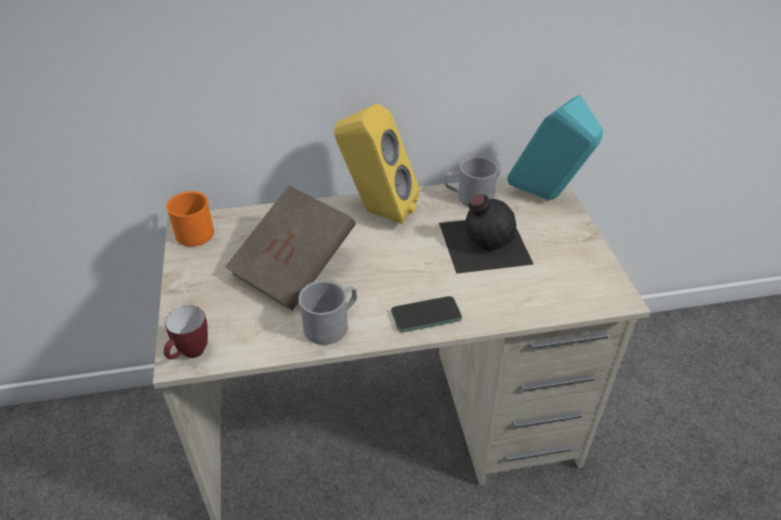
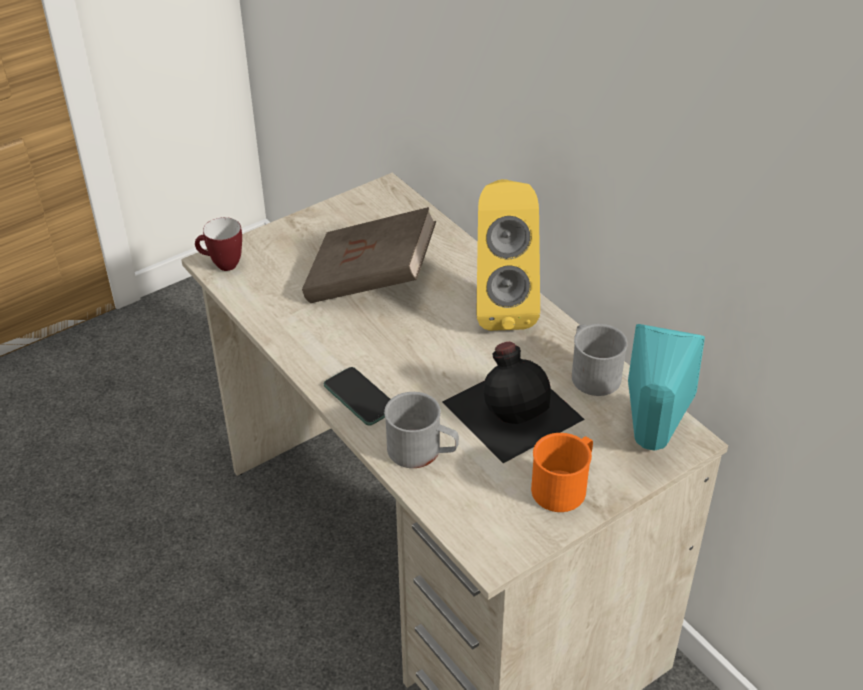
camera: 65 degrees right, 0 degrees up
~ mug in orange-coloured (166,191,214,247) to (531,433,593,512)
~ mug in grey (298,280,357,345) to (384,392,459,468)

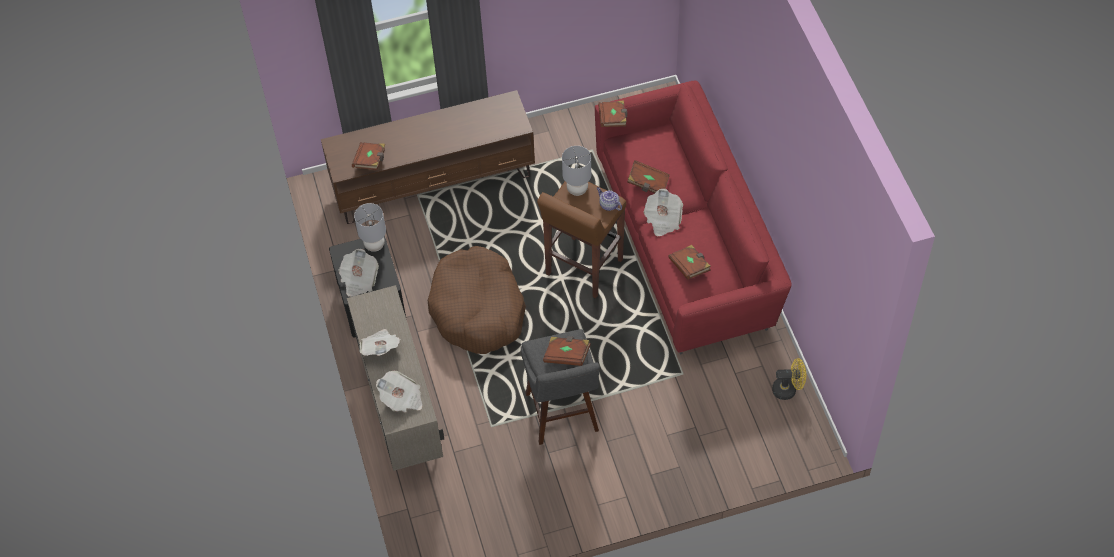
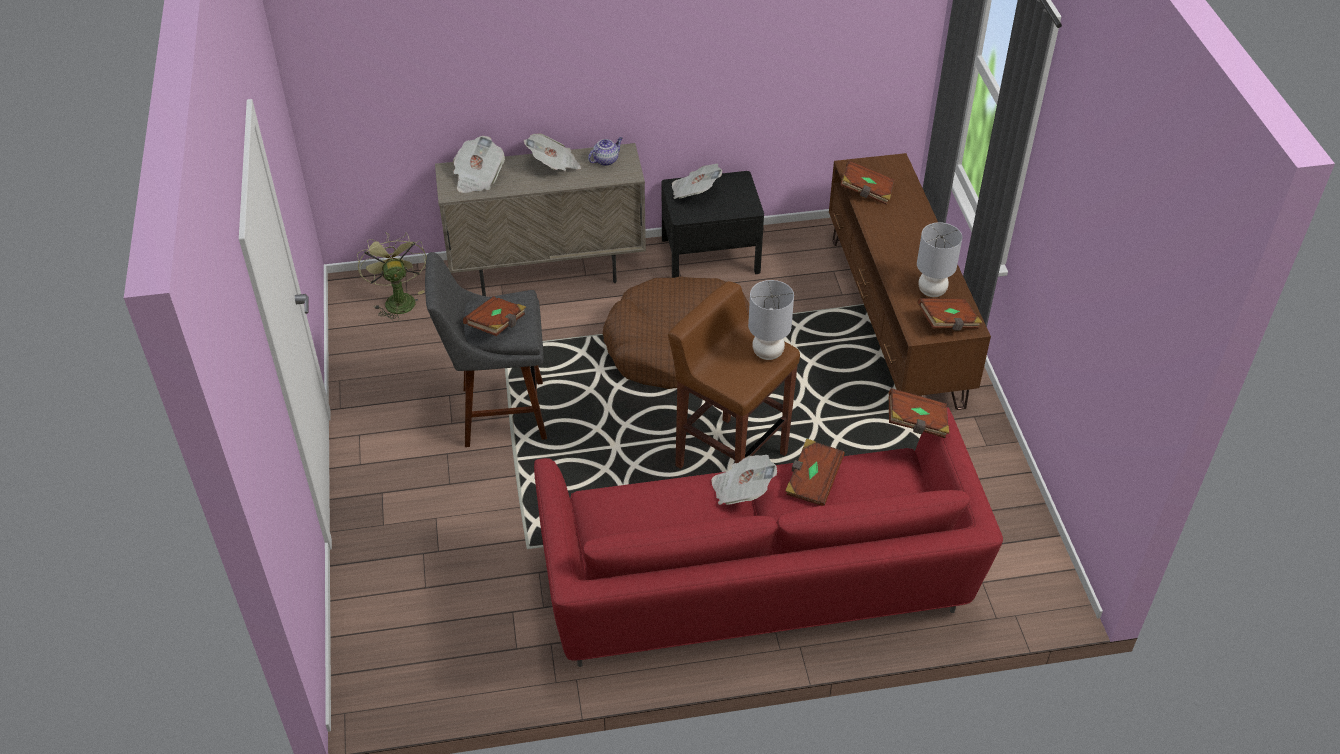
camera: 95 degrees right, 10 degrees down
~ table lamp in grey (354,203,386,252) to (917,222,962,297)
~ pot for tea (597,187,622,211) to (588,137,623,166)
~ book in brown (668,245,711,280) to (917,298,982,331)
- electric fan in yellow-coloured (772,358,806,400)
+ electric fan in green (357,233,427,322)

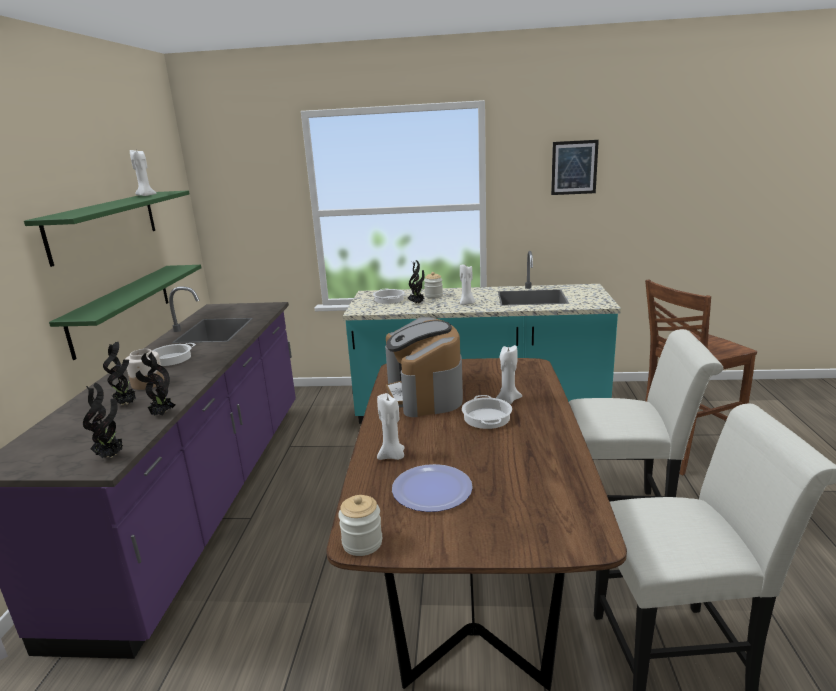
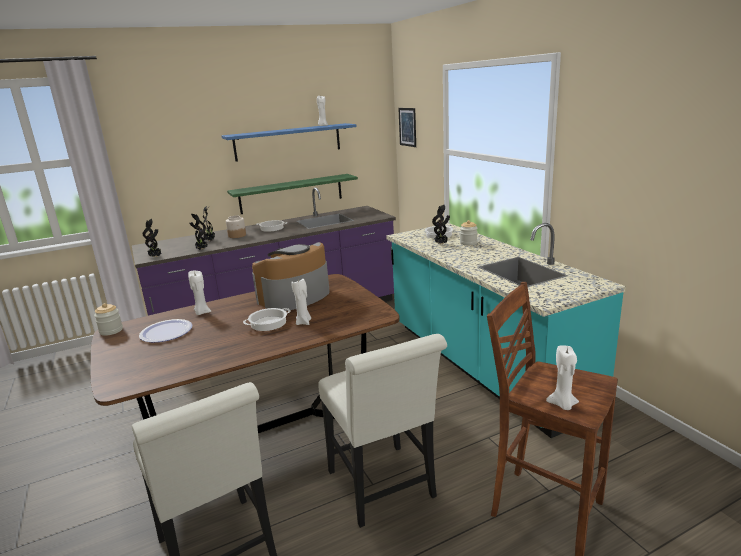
camera: 60 degrees right, 0 degrees up
~ shelf in green (24,190,189,267) to shelf in blue-coloured (222,123,357,162)
~ wax light in white (460,264,475,305) to (546,345,579,410)
~ wall art (551,140,599,195) to (398,108,416,147)

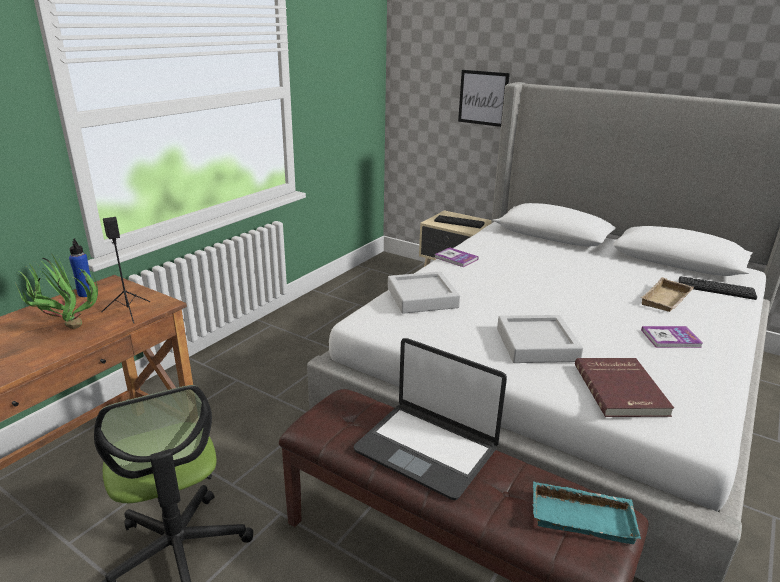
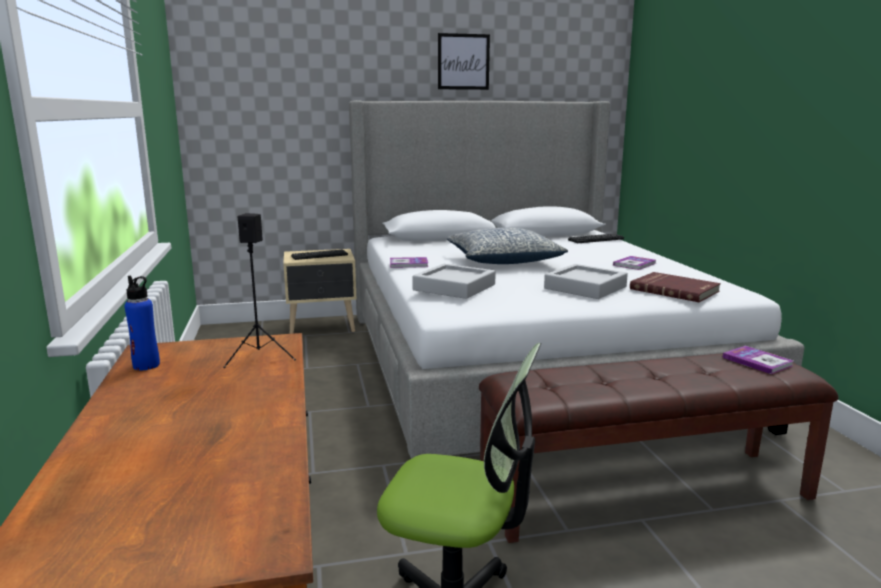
camera: 45 degrees left, 10 degrees down
- houseplant (16,255,98,329)
- laptop (353,338,507,500)
~ wall art (458,70,510,127) to (438,33,490,90)
~ carrying tray in turquoise-coloured (533,481,641,544) to book (723,346,793,374)
- carrying tray in beige-coloured (640,277,694,312)
+ cushion (447,227,568,264)

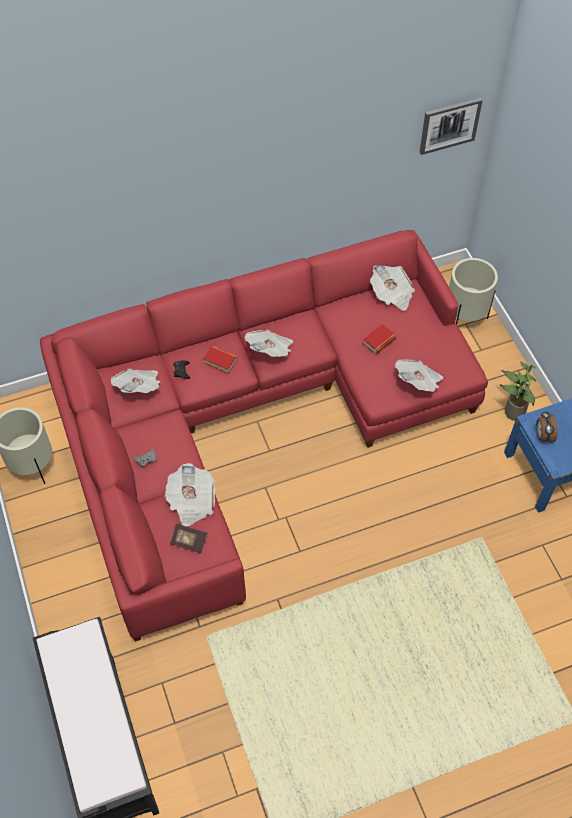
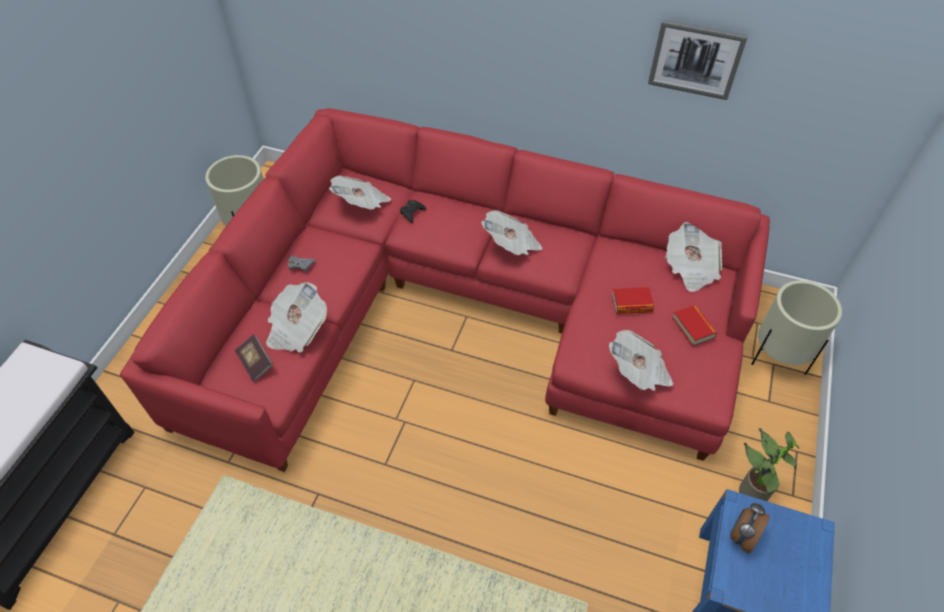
camera: 40 degrees right, 5 degrees down
~ book (203,346,237,374) to (672,305,717,346)
~ wall art (420,98,483,155) to (648,19,748,100)

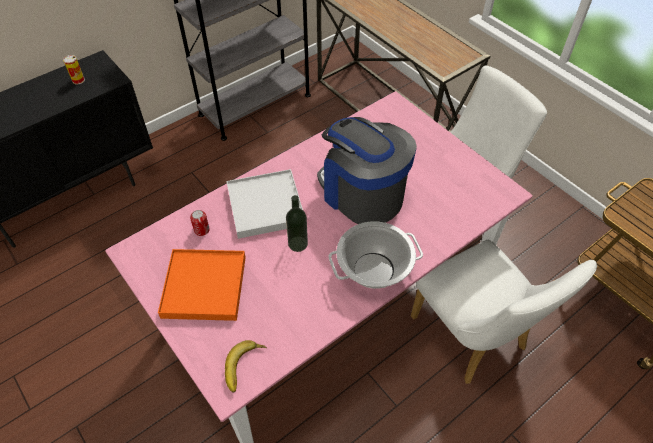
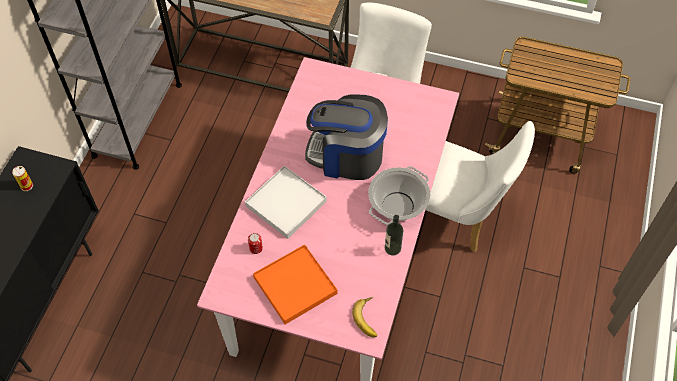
camera: 35 degrees left, 5 degrees up
~ beverage bottle (286,195,308,252) to (385,215,403,256)

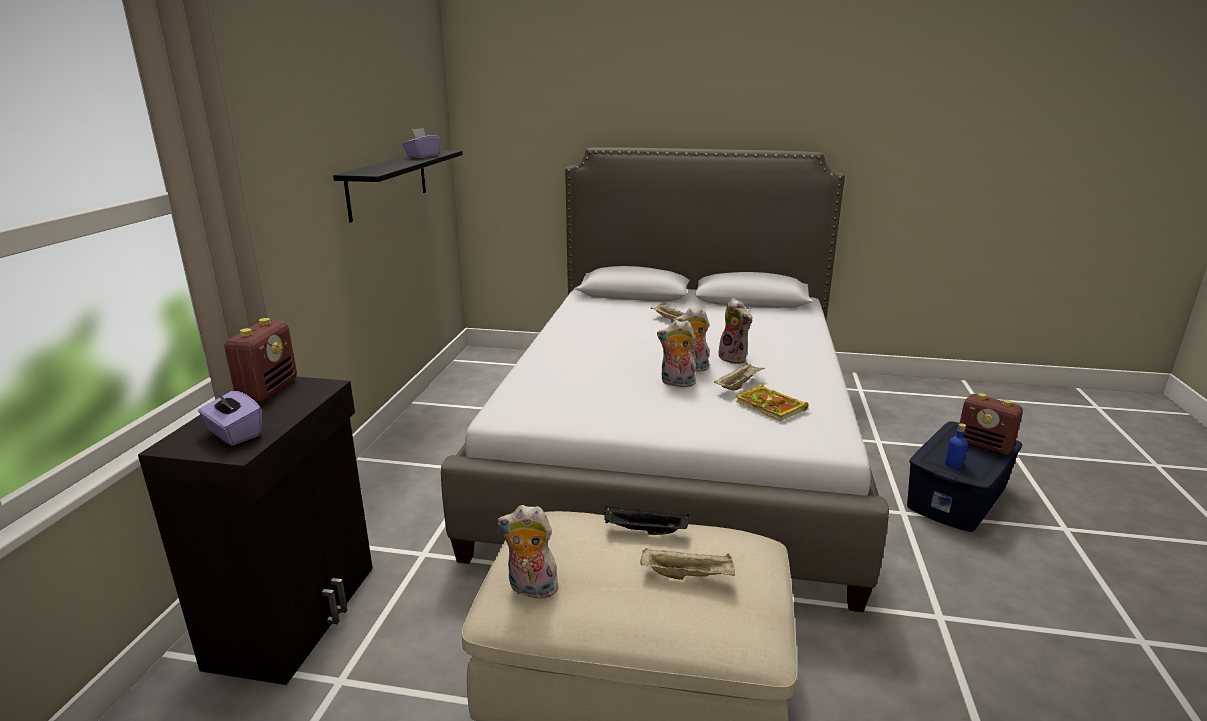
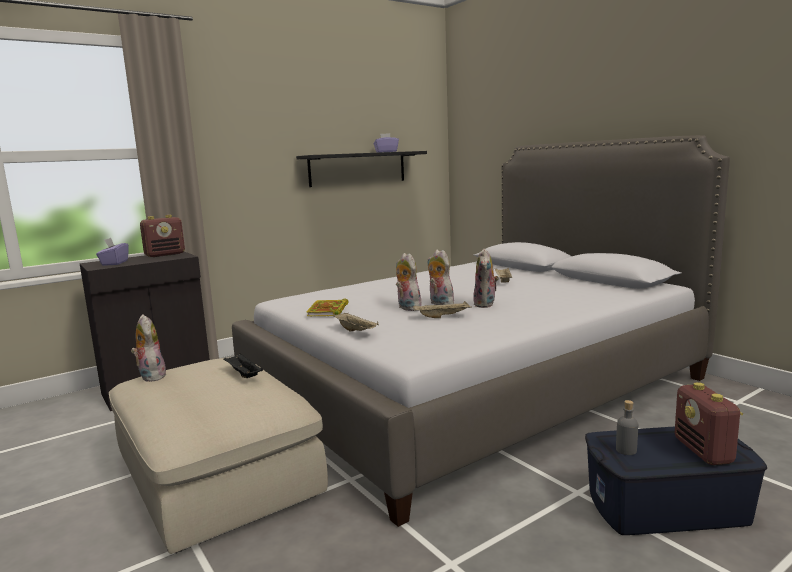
camera: 45 degrees right, 10 degrees down
~ carrying tray in beige-coloured (640,548,735,580) to (333,313,379,332)
~ book (735,384,809,421) to (307,299,348,316)
~ beverage bottle in blue-coloured (945,423,968,469) to beverage bottle in grey (616,400,638,455)

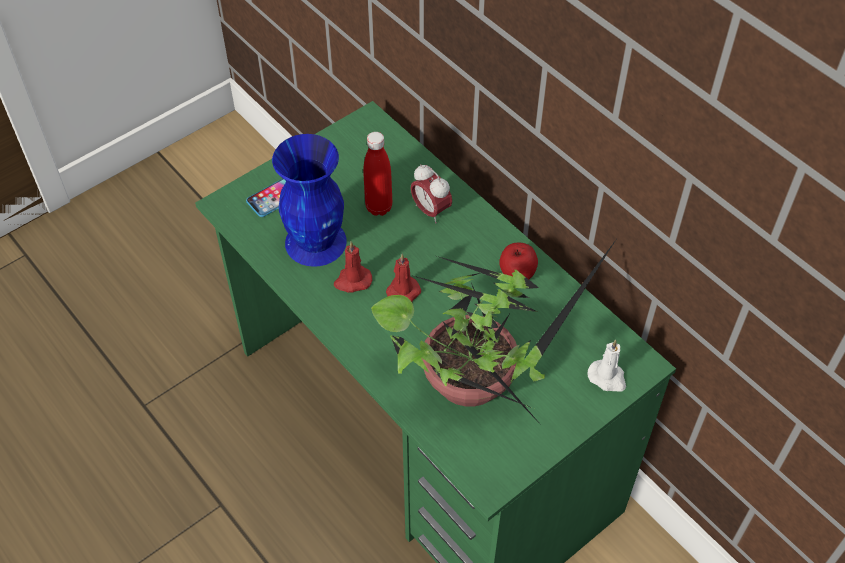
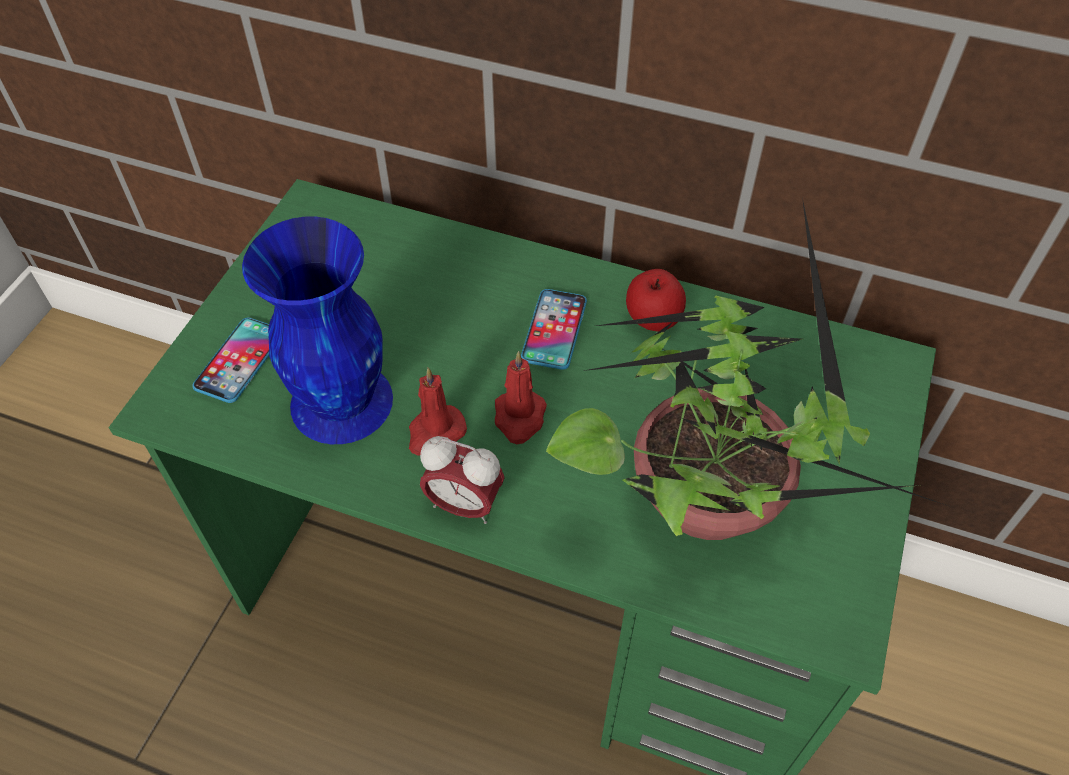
camera: 30 degrees left, 0 degrees up
- beverage bottle in red (363,132,392,216)
~ bedside clock (411,164,452,223) to (420,436,505,524)
- wax light in white (588,340,626,392)
+ phone (521,289,587,370)

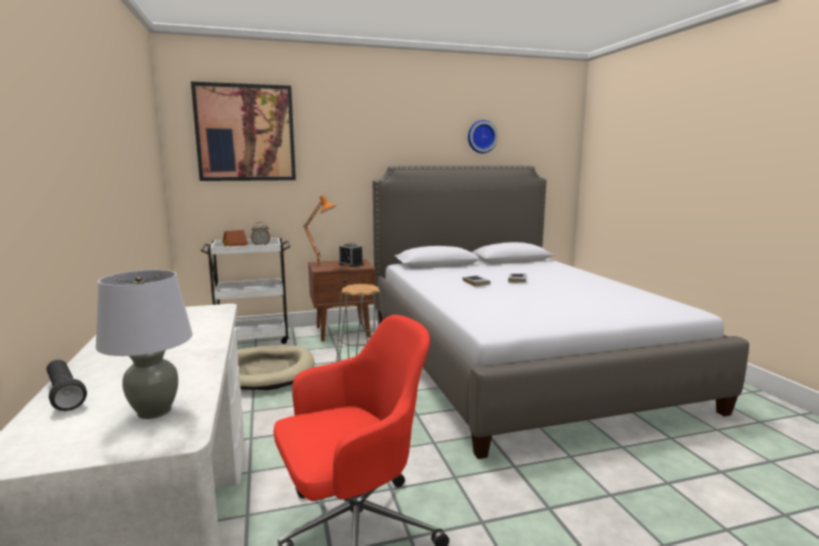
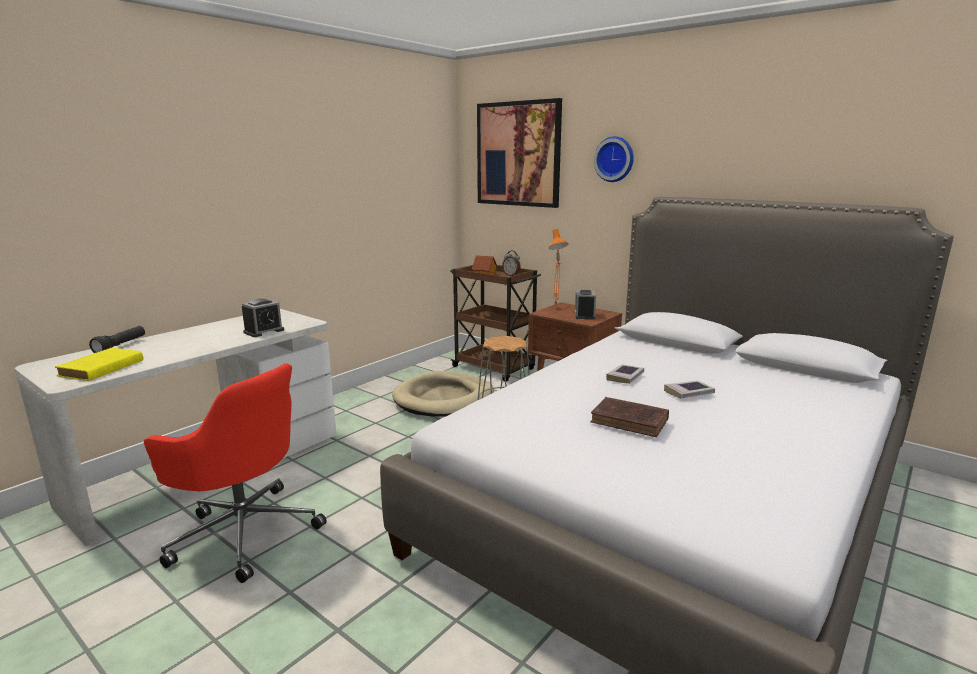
camera: 55 degrees right, 5 degrees up
~ table lamp in grey (96,270,192,419) to book in yellow-coloured (55,348,144,381)
~ wheeled cart in white (200,238,290,344) to wheeled cart in brown (450,265,541,382)
~ clock on the wall (468,120,498,153) to (594,136,634,182)
+ bedside clock (242,299,284,337)
+ book in brown (590,397,669,437)

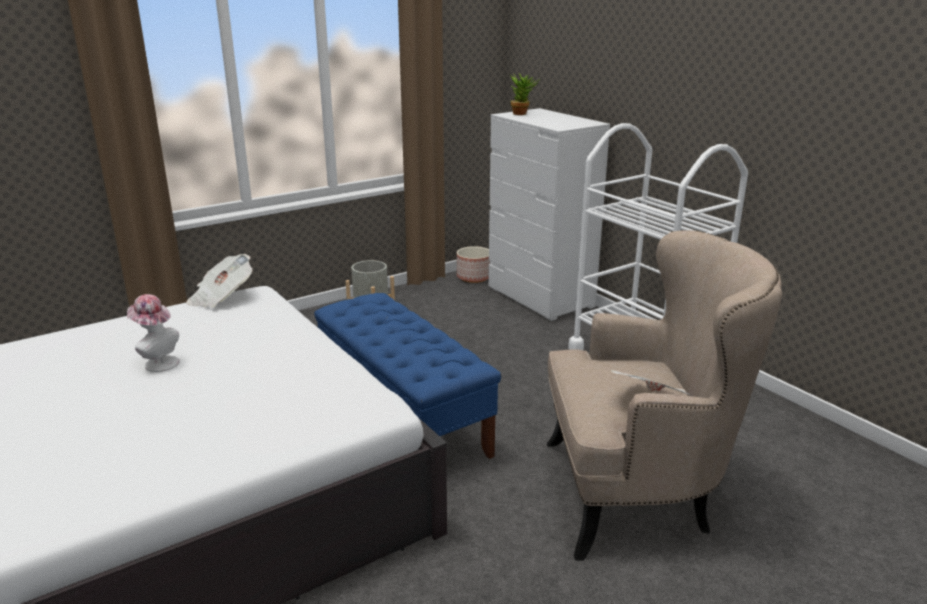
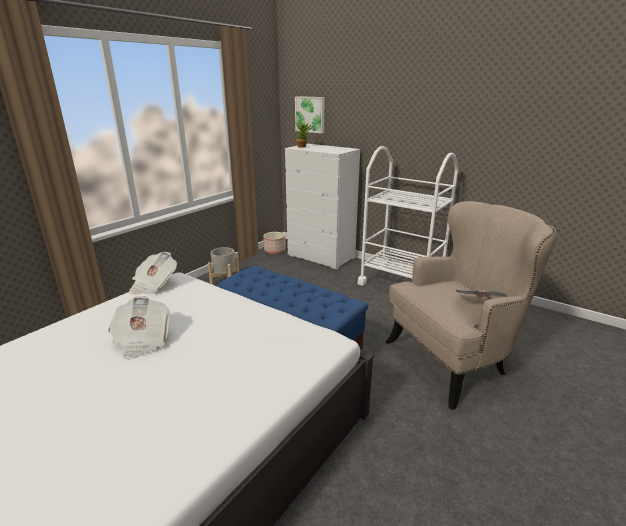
camera: 20 degrees left, 0 degrees up
~ hat (127,294,180,372) to newspaper (108,296,170,360)
+ wall art (295,96,324,133)

